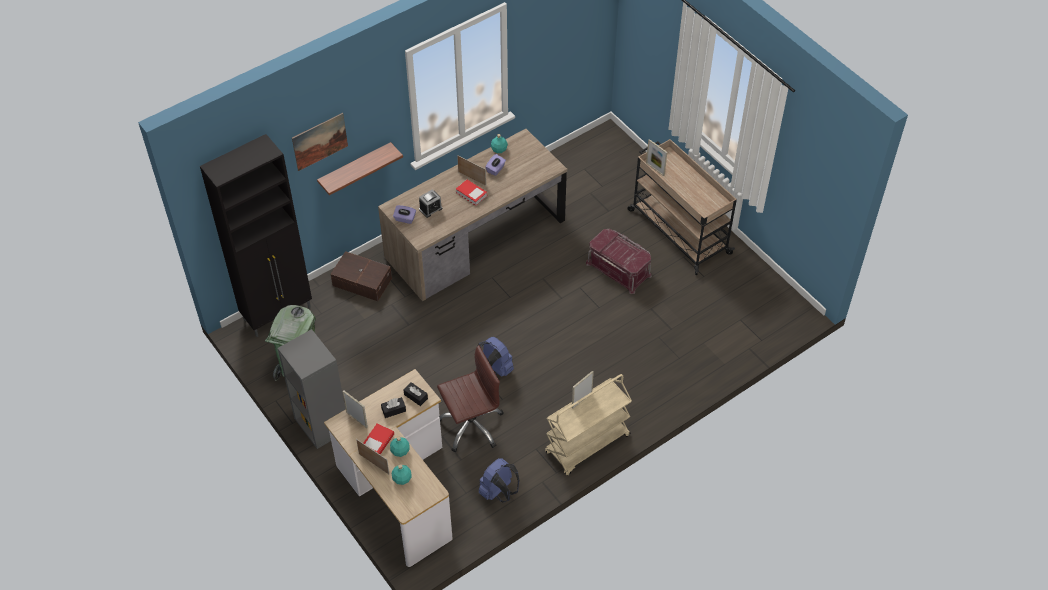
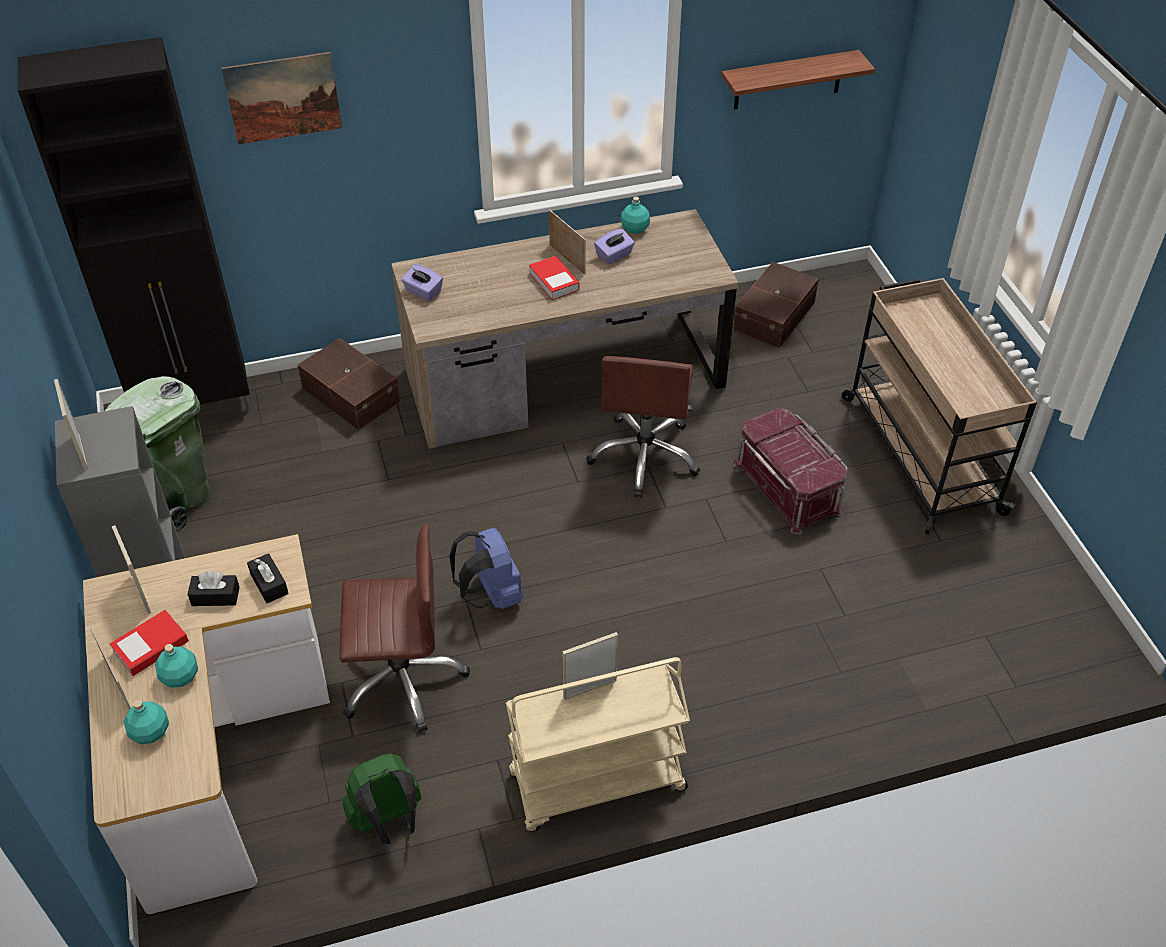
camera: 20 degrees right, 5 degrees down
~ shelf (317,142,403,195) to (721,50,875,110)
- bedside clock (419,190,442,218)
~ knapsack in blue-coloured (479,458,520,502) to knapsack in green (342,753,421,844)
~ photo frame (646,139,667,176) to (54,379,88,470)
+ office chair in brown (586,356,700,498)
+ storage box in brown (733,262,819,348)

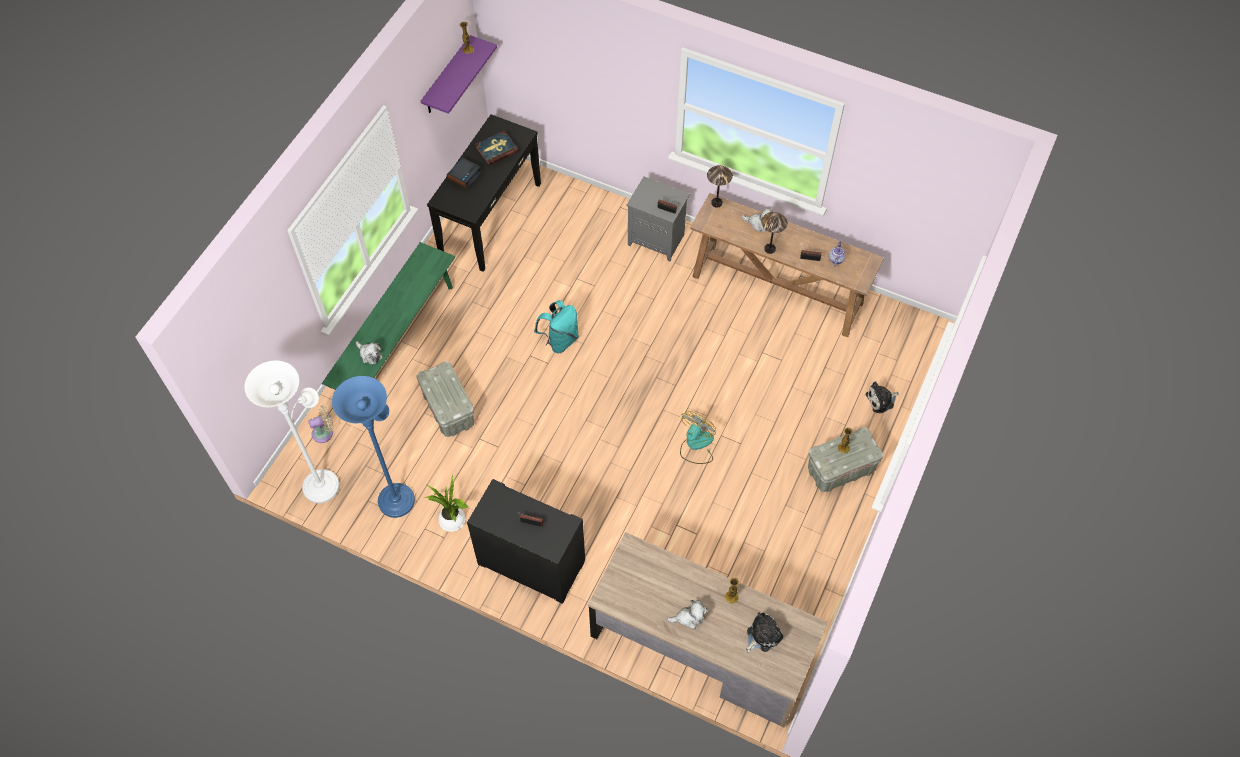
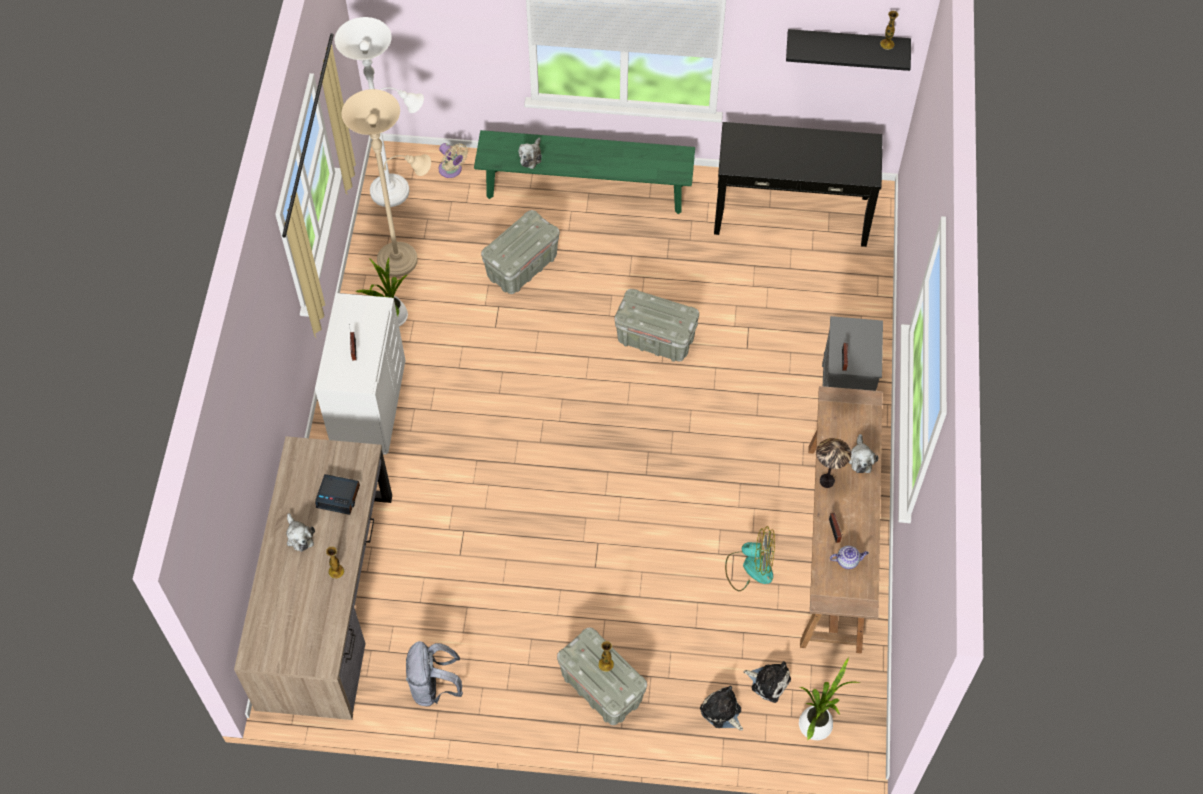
camera: 70 degrees right, 0 degrees up
~ floor lamp in blue-coloured (332,376,415,518) to floor lamp in beige-coloured (342,89,431,277)
~ shelf in purplish (421,35,497,114) to shelf in blackish (786,29,911,71)
~ bedside clock (447,157,482,189) to (315,474,360,515)
~ chest of drawers in blackish (467,479,585,604) to chest of drawers in white (315,293,406,455)
- book (475,130,519,165)
~ knapsack in turquoise-coloured (534,300,579,353) to storage box in grey (614,289,699,362)
~ electric fan (680,411,716,464) to (725,526,775,591)
- table lamp (707,165,733,208)
~ soft toy (746,613,783,653) to (744,661,791,703)
+ knapsack in grey (406,641,463,706)
+ houseplant (799,657,861,741)

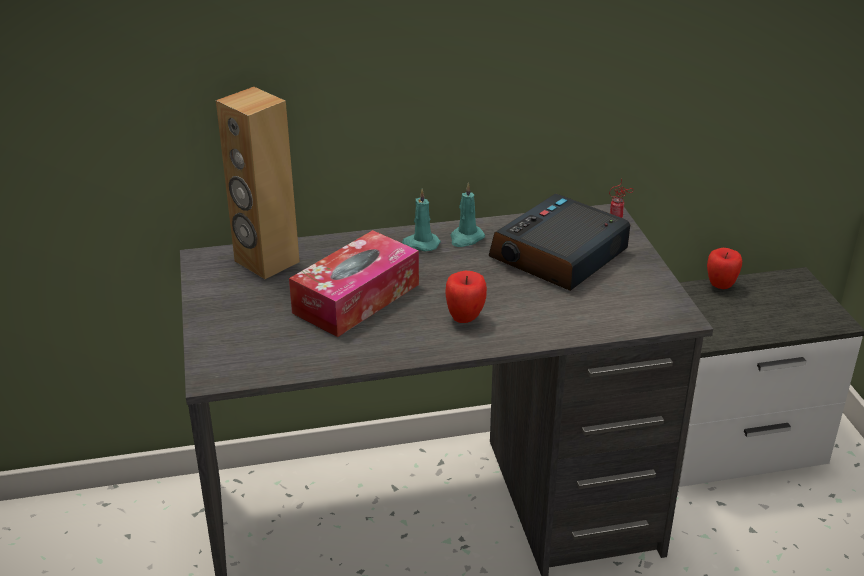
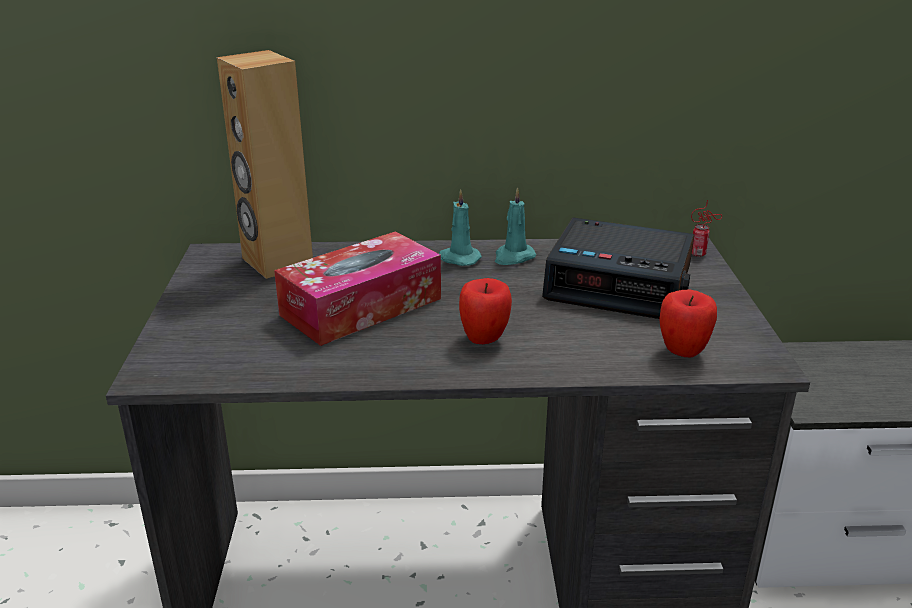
camera: 10 degrees right, 5 degrees down
~ bedside clock (489,194,630,291) = (542,218,694,319) 120 degrees counterclockwise
~ apple (707,248,742,289) to (659,289,717,357)

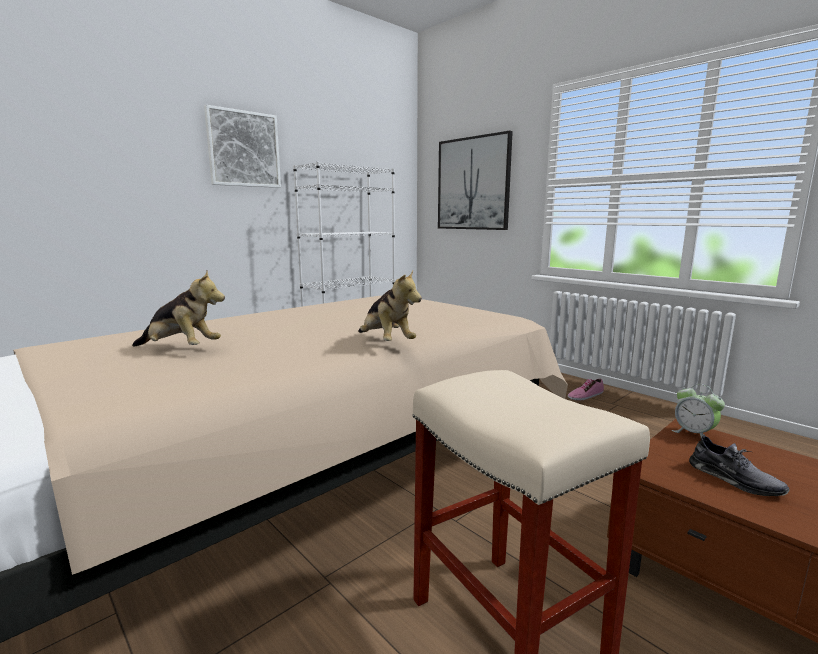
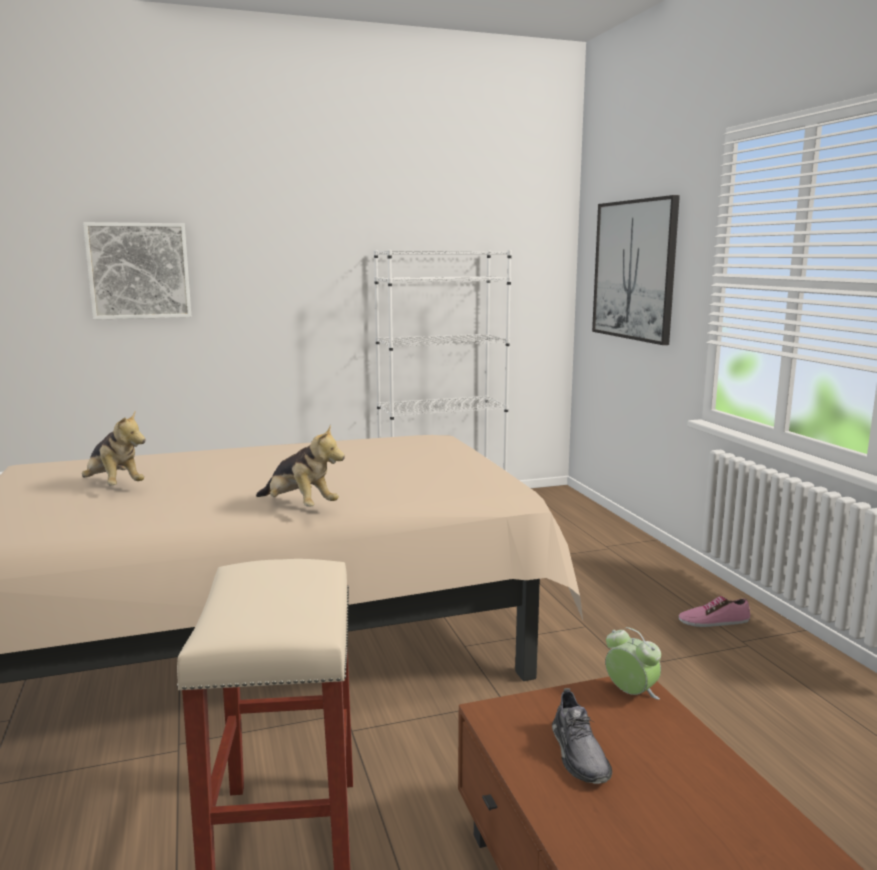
camera: 25 degrees right, 0 degrees up
~ wall art (204,105,281,188) to (83,222,192,320)
~ soft toy (358,270,422,341) = (256,425,345,507) 45 degrees counterclockwise
~ bedside clock (672,384,725,438) = (605,627,661,700) 150 degrees clockwise

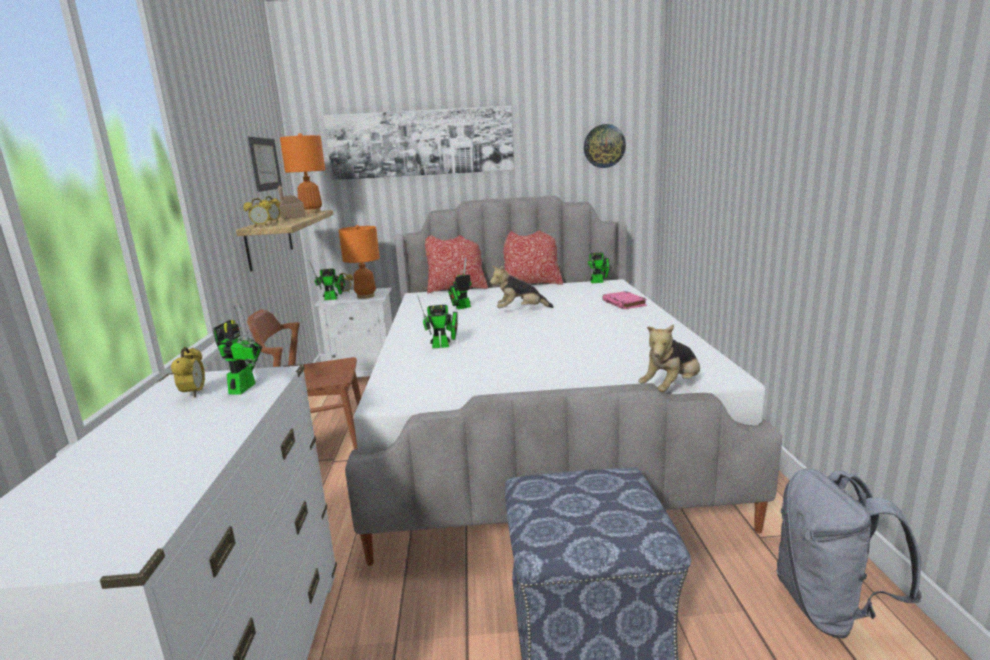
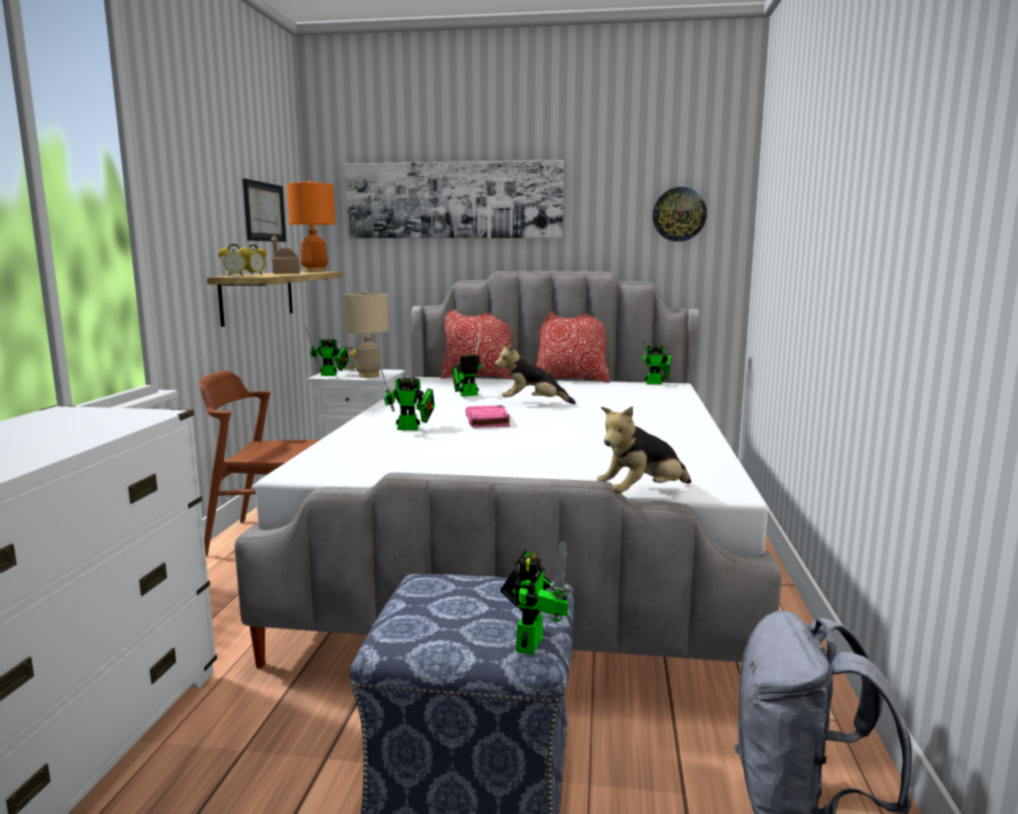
camera: 10 degrees right, 5 degrees down
- bedside clock (171,347,205,397)
~ toy robot (213,302,262,394) to (500,541,571,655)
~ table lamp in orange-coloured (339,225,380,299) to table lamp in beige-coloured (343,290,389,378)
~ book in pink (602,291,647,309) to (466,405,510,428)

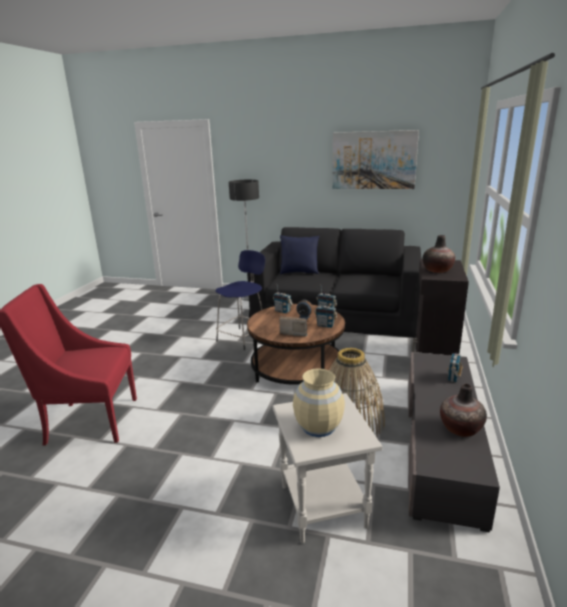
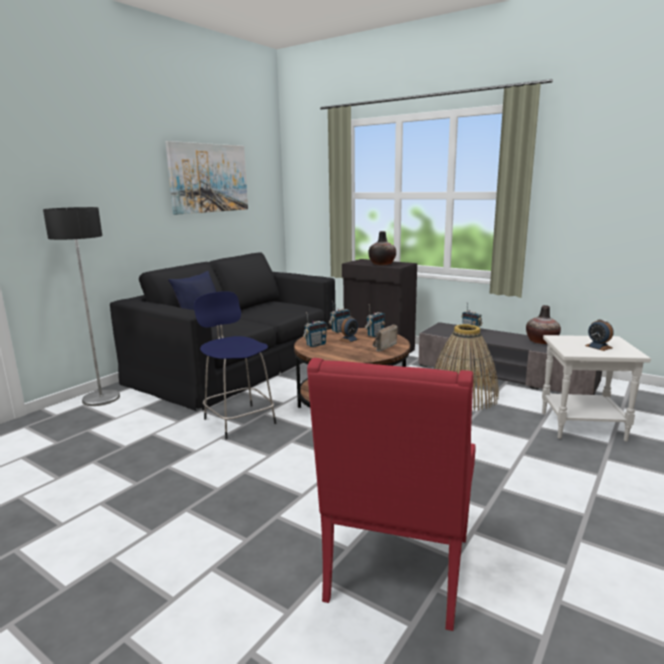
camera: 70 degrees left, 5 degrees down
~ vase in beige-coloured (293,368,345,437) to bedside clock (585,319,614,351)

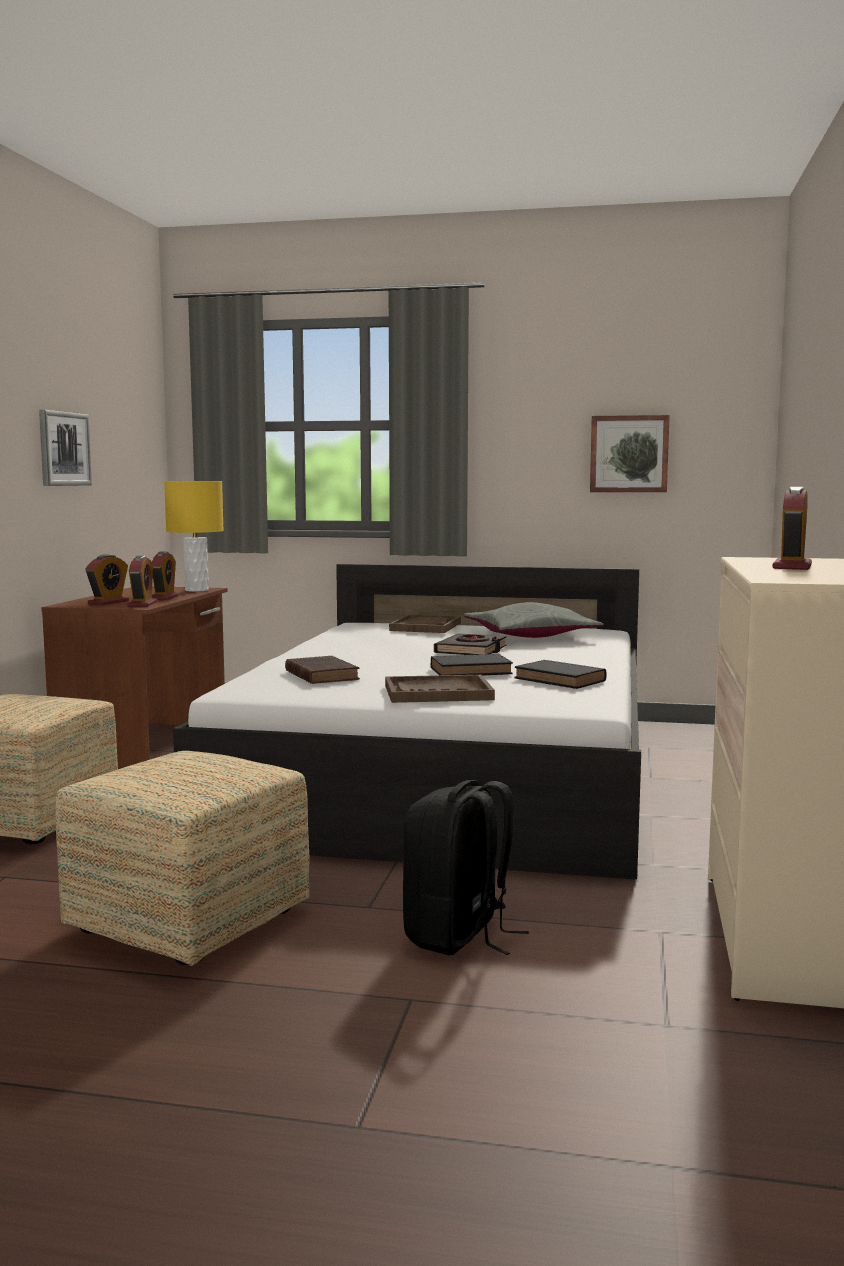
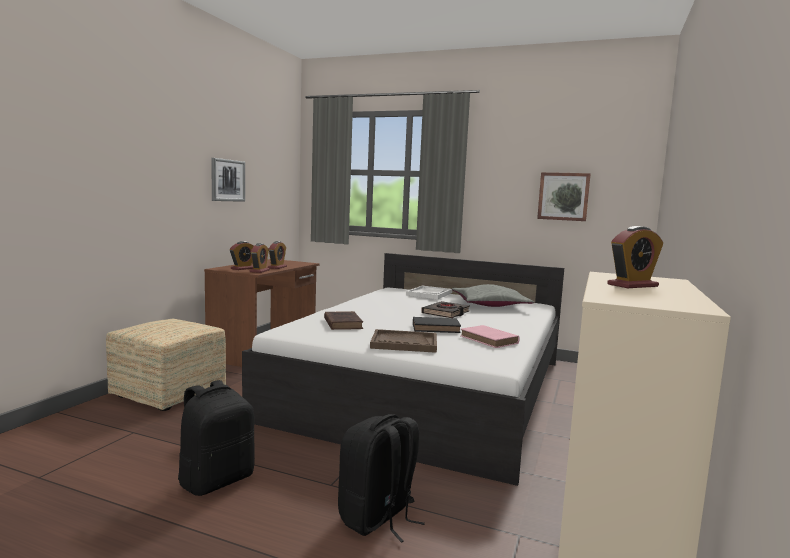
camera: 10 degrees right, 0 degrees up
~ footrest (55,751,310,966) to knapsack in blackish (178,380,255,496)
- table lamp in yellow-coloured (164,481,224,592)
~ carrying tray in brown (389,614,461,633) to carrying tray in white (406,286,452,299)
~ book in blackish (514,660,606,689) to book in pink (460,325,520,348)
~ bedside clock (773,487,812,570) = (607,226,663,288) 150 degrees counterclockwise

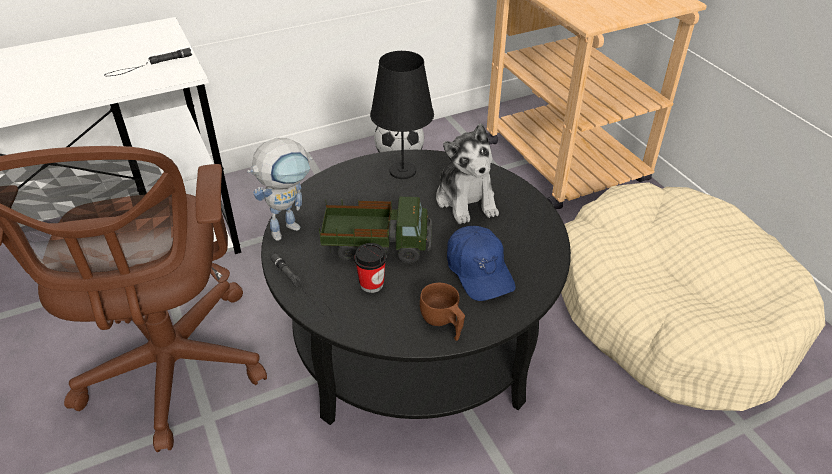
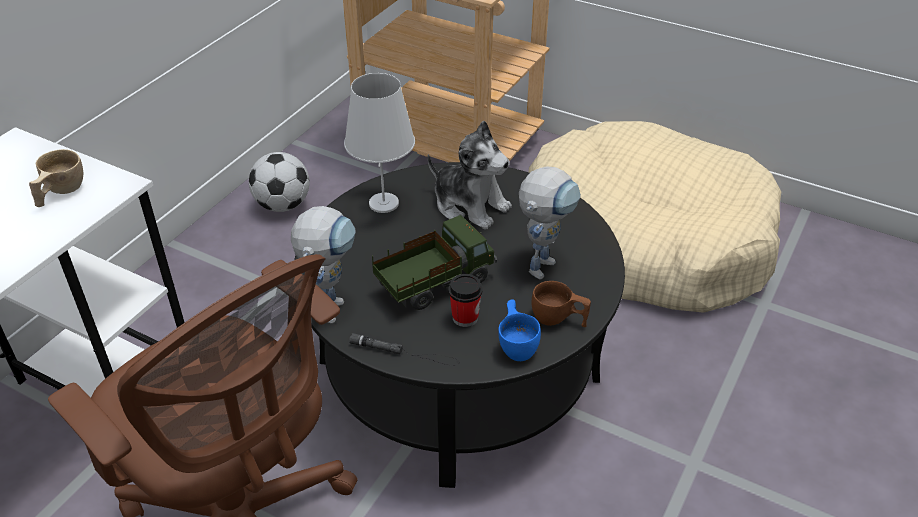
camera: 35 degrees left, 0 degrees up
~ hand torch in blackish (104,48,192,76) to cup in beige-coloured (29,149,83,207)
~ table lamp in blackish (370,51,434,179) to table lamp in white (344,73,415,213)
~ cap in blue-coloured (447,226,516,301) to toy robot (519,166,581,280)
+ cup in blue-coloured (498,299,541,361)

